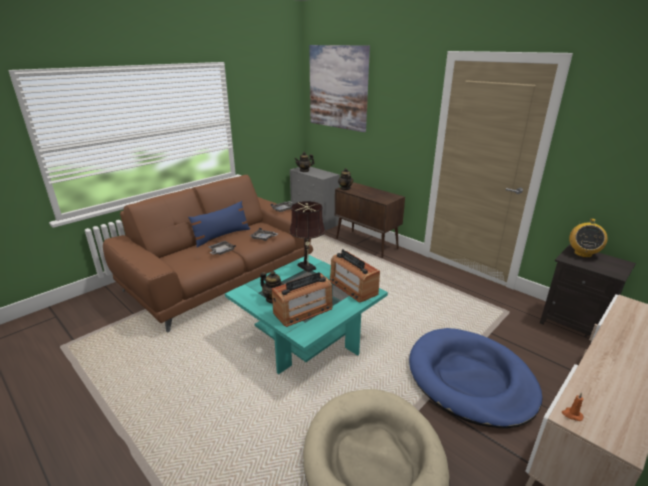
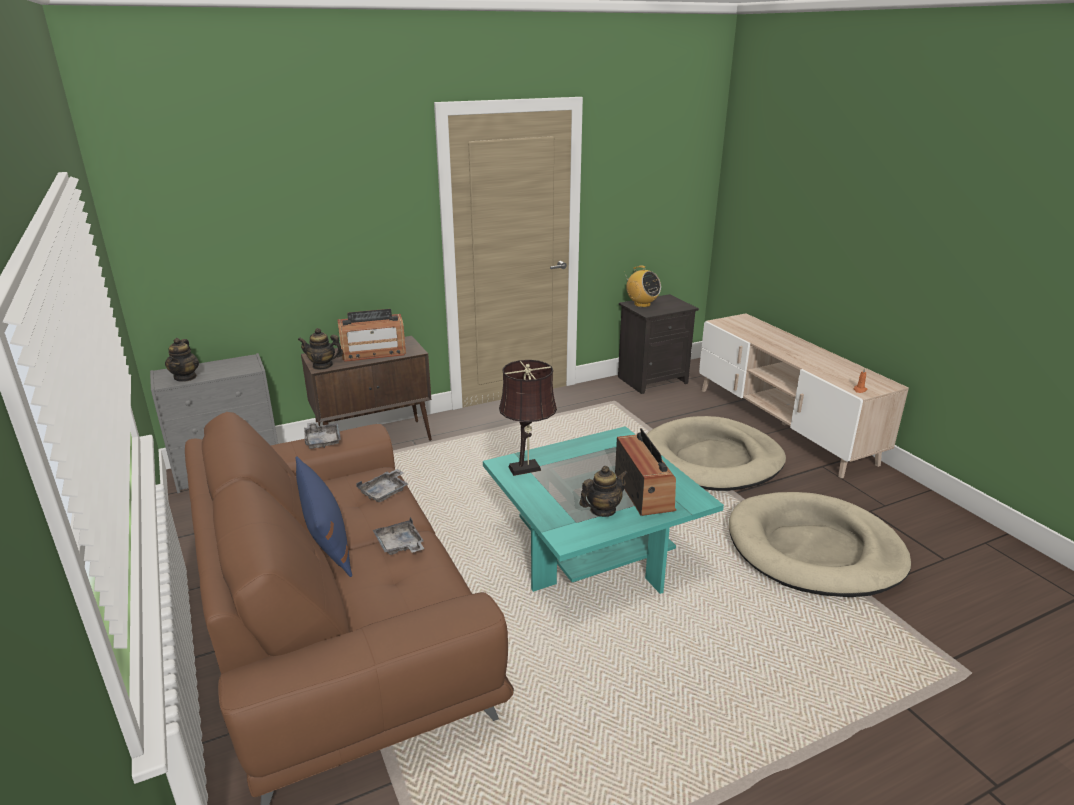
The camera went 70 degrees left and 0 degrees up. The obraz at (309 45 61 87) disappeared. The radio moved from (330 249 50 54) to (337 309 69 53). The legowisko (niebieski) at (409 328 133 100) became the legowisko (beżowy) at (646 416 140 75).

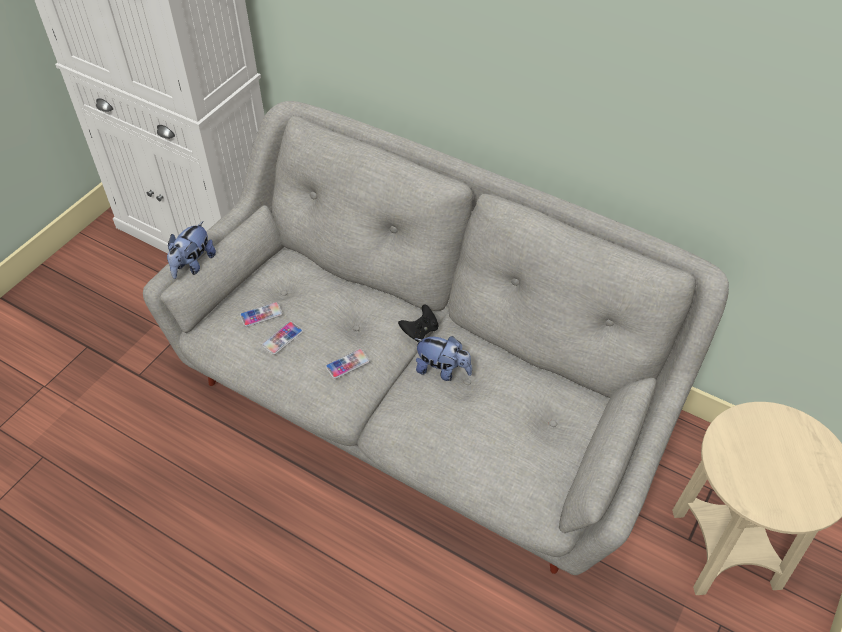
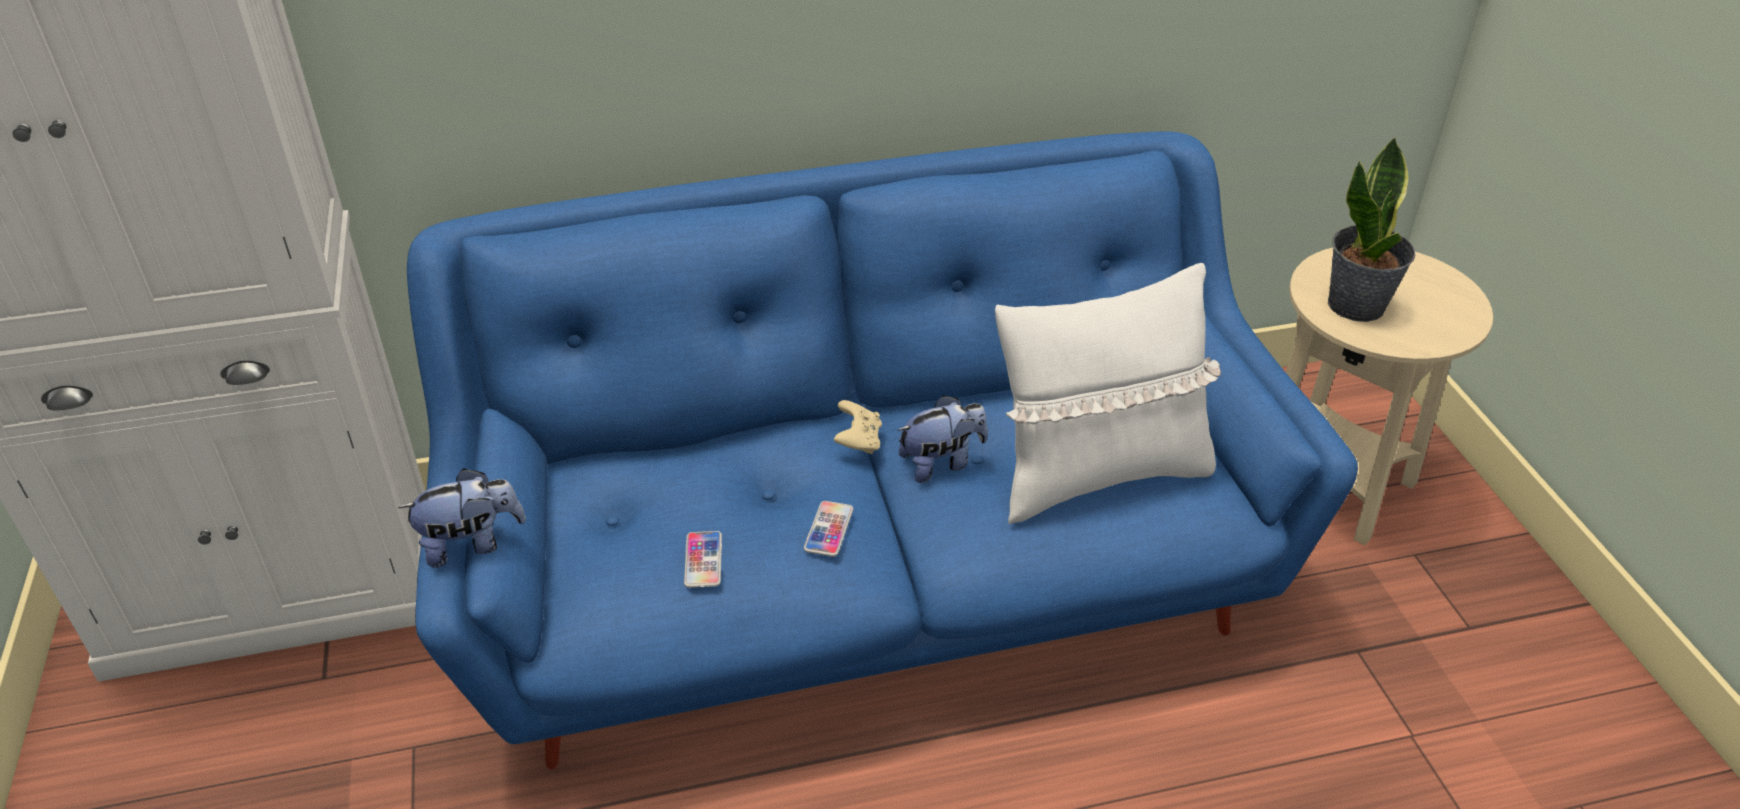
The camera went 45 degrees left and 10 degrees down. The kanapa (szary) at (143 101 586 474) became the kanapa (niebieski) at (407 131 951 638). The pluszak at (167 221 49 58) turned 90 degrees counterclockwise. The telefon at (240 302 43 25) disappeared. The pad do gier (czarny) at (398 304 40 38) became the pad do gier (beżowy) at (834 400 48 54). The roślina doniczkowa at (1328 137 87 185) appeared. The poduszka (biały) at (995 263 226 261) appeared.

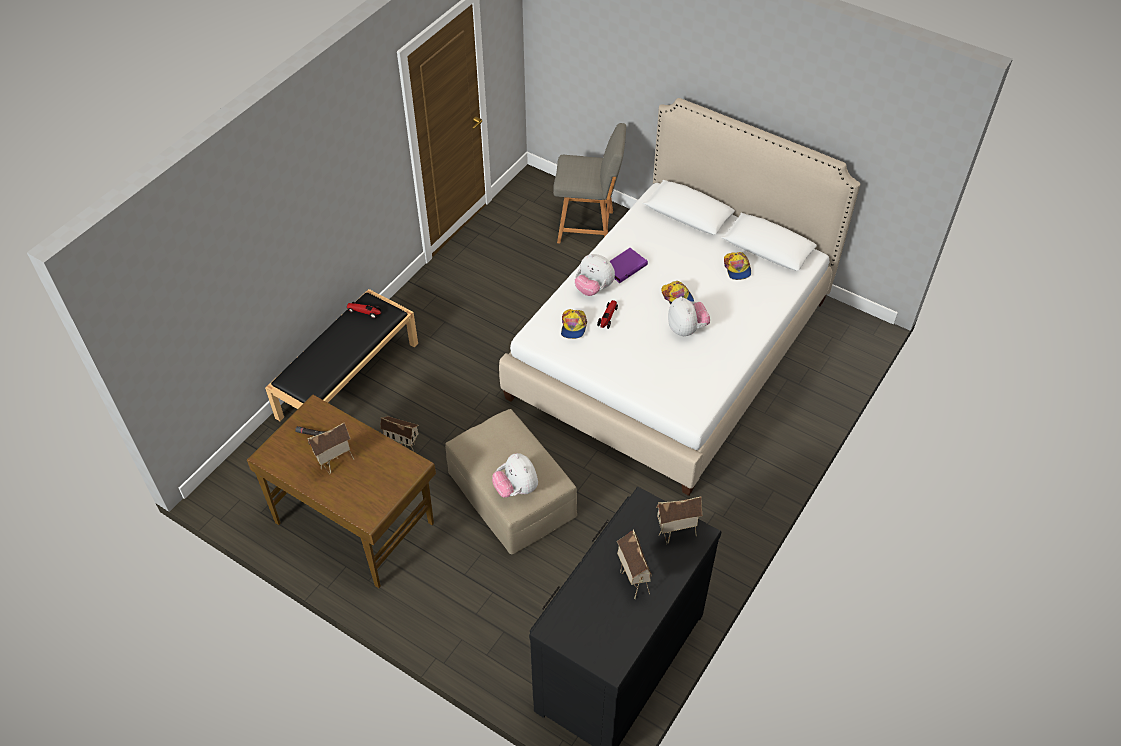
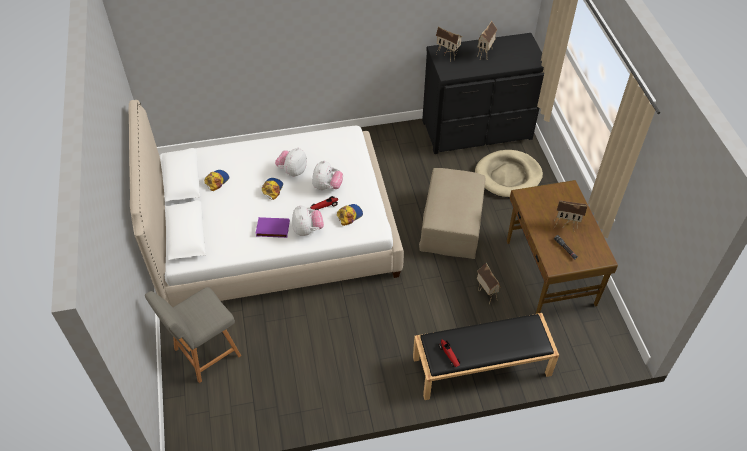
The camera went 135 degrees left and 0 degrees up. The krzesło (szary) at (553 123 73 120) turned 90 degrees counterclockwise. The pluszak moved from (492 453 46 45) to (312 160 31 30). The legowisko (beżowy) at (475 150 68 48) appeared.

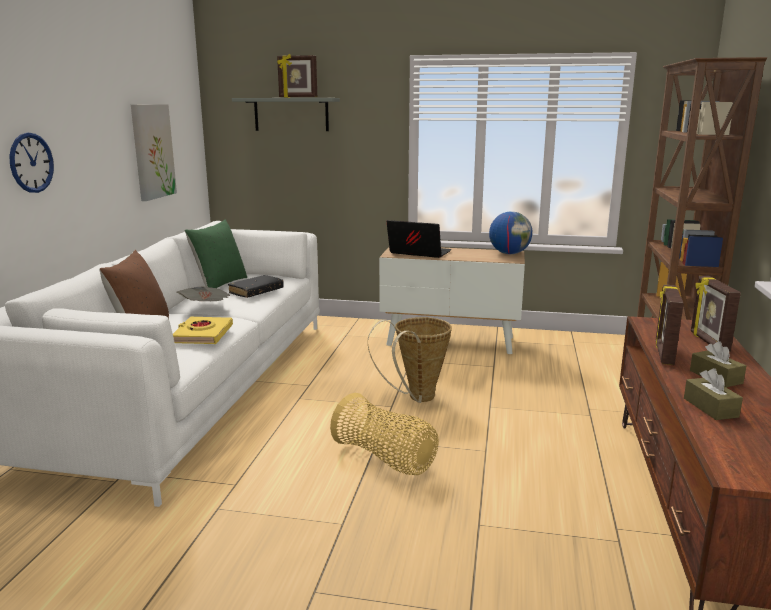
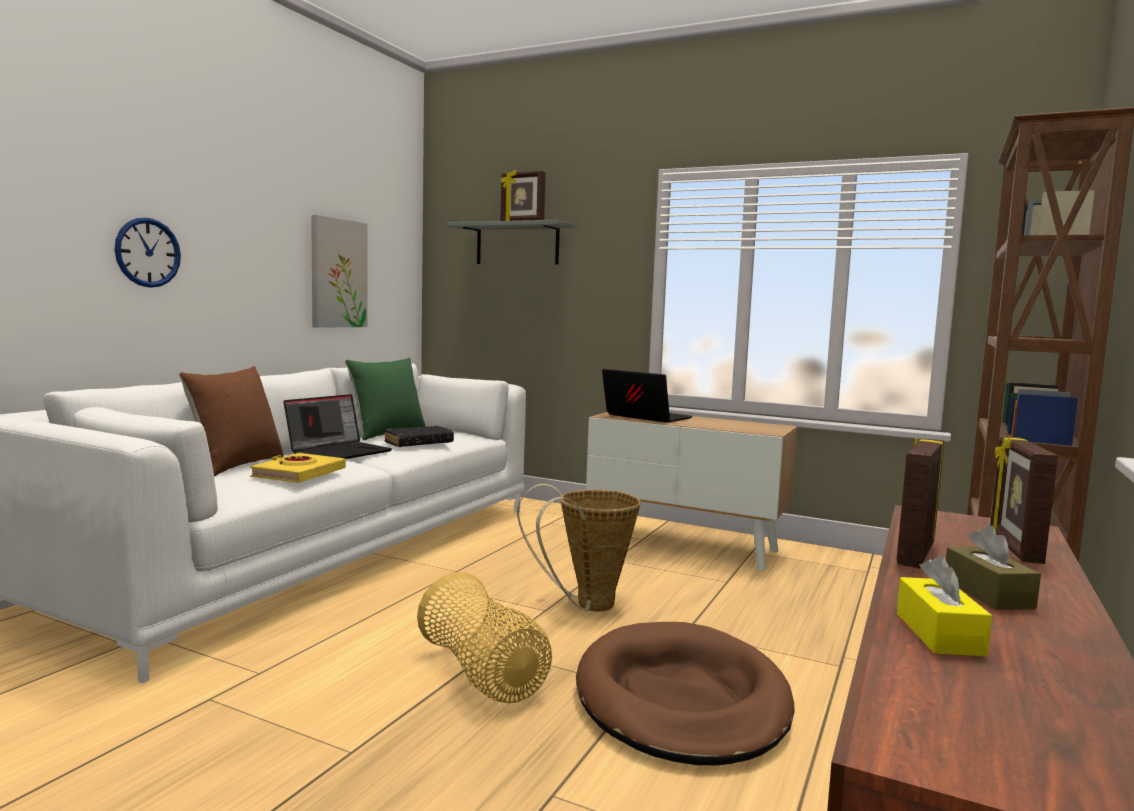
The camera went 15 degrees right and 10 degrees down. The globus at (489 211 44 43) disappeared. The gazeta at (176 287 54 14) was replaced by the laptop at (284 394 108 65). The pudełko chusteczek (brązowy) at (684 368 59 52) became the pudełko chusteczek (żółty) at (897 555 95 101). The legowisko (brązowy) at (576 622 218 143) appeared.

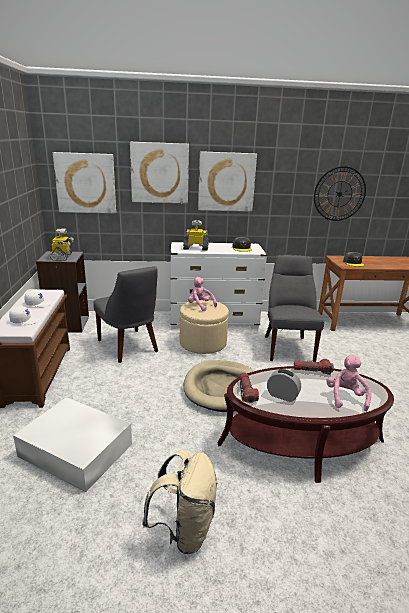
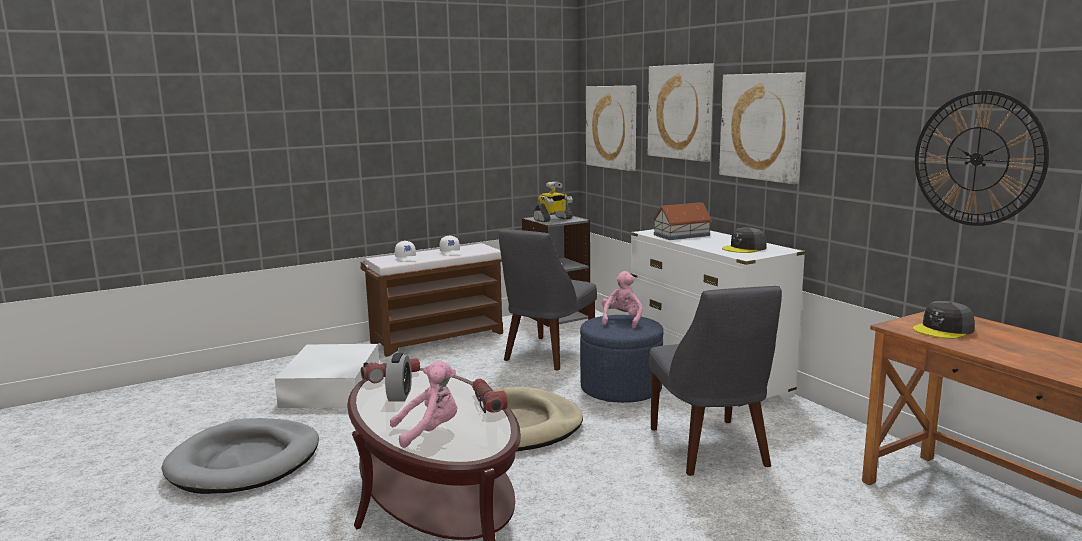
The camera went 65 degrees right and 10 degrees down. The robot zabawkowy at (183 220 25 31) was replaced by the domek at (653 202 60 38). The krzesło (szary) at (265 255 59 107) turned 105 degrees clockwise. The pufa (beżowy) at (180 300 49 54) became the pufa (niebieski) at (580 315 84 88). The plecak (beżowy) at (142 450 76 104) was replaced by the legowisko (szary) at (161 418 158 76).

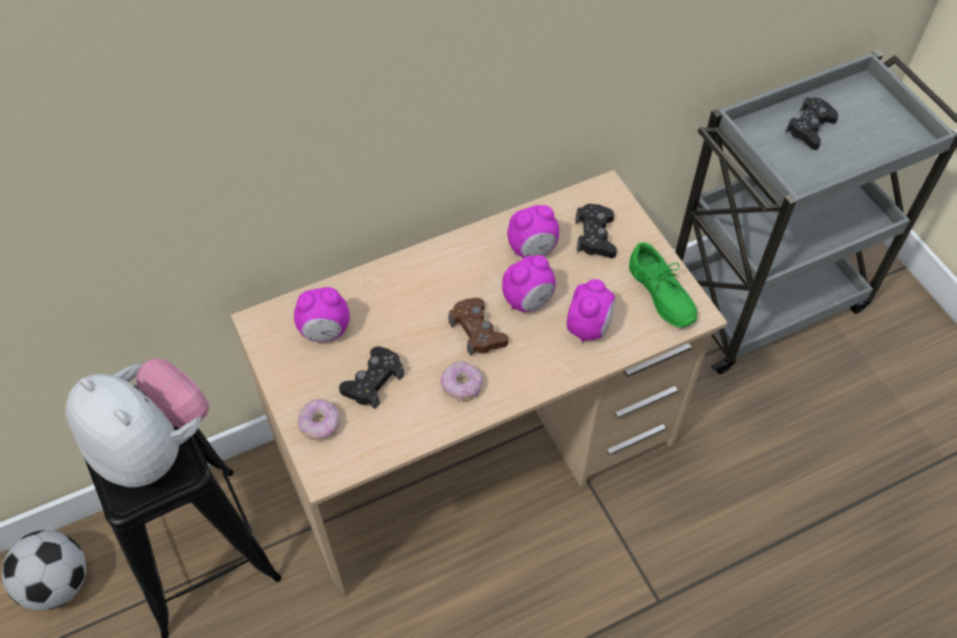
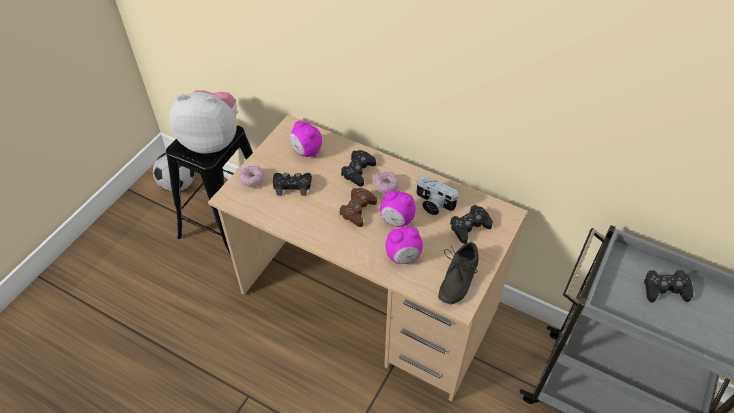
The camera went 55 degrees right and 5 degrees down. The budzik at (507 205 52 53) was replaced by the aparat fotograficzny at (416 176 42 39). The but (zielony) at (629 242 68 86) became the but (szary) at (438 242 41 63). The pluszak at (66 358 143 129) turned 90 degrees counterclockwise. The donut moved from (440 361 43 40) to (374 172 25 22). The pad do gier (czarny) at (341 150 35 37) appeared.

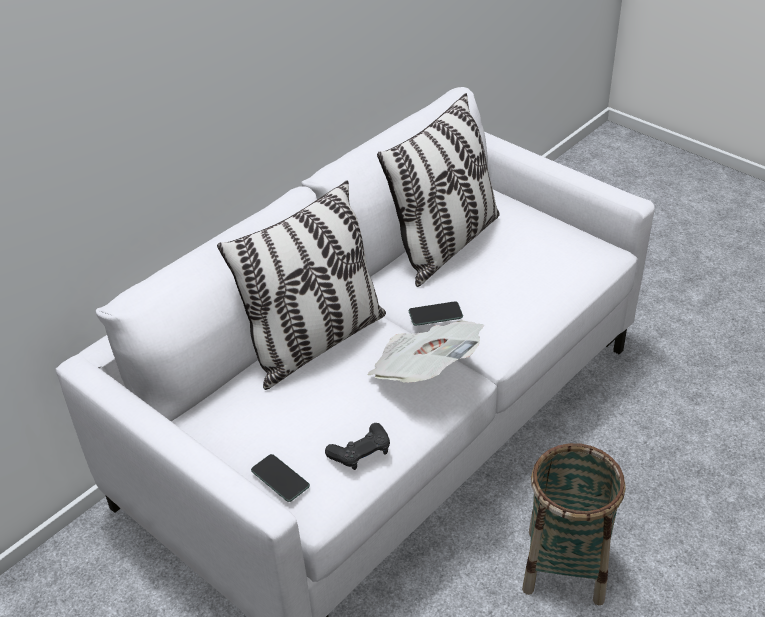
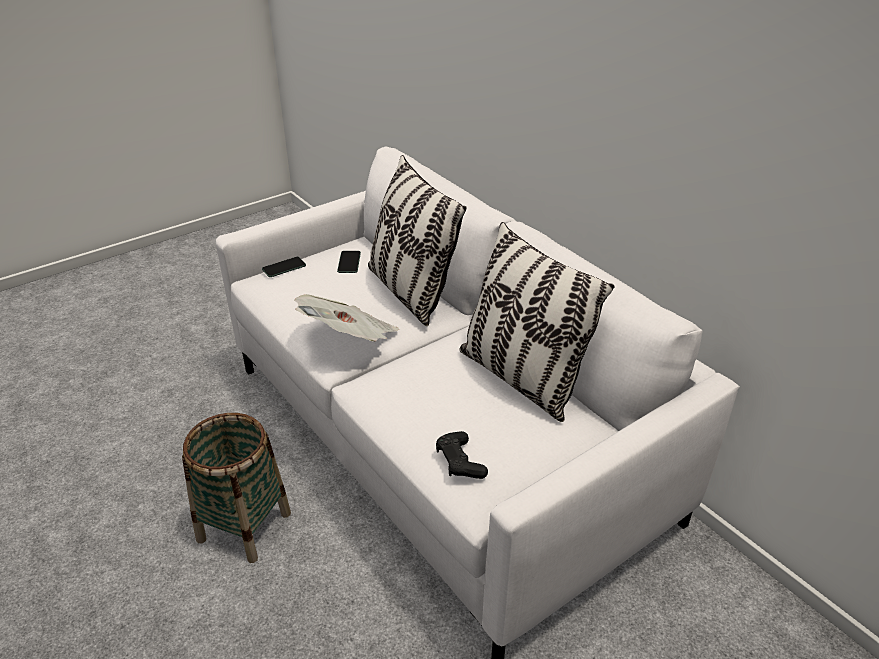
The camera went 100 degrees right and 5 degrees down. The telefon moved from (409 301 54 25) to (337 251 24 22). The pad do gier (czarny) moved from (325 423 65 47) to (436 431 52 48).

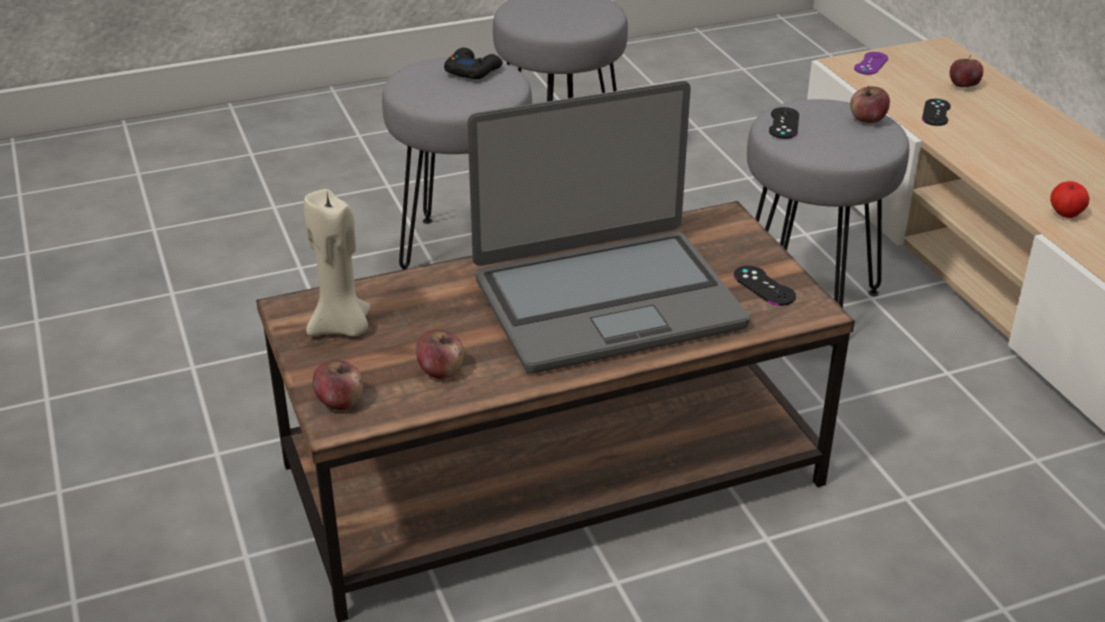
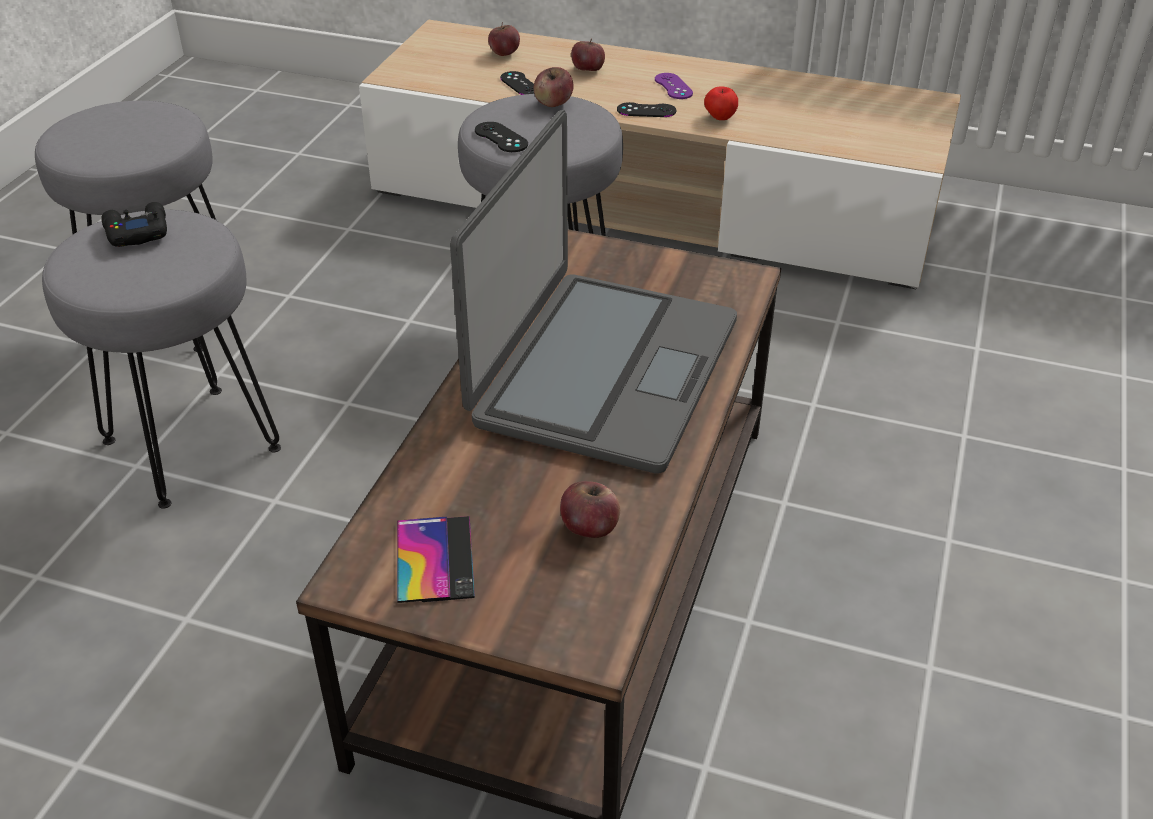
The camera went 50 degrees left and 5 degrees up. The pad do gier (fioletowy) moved from (854 52 34 23) to (655 73 38 26). The świeca (beżowy) at (304 189 66 148) was replaced by the telefon at (397 516 78 87). The pad do gier (czarny) moved from (734 266 62 40) to (617 102 59 15). The jabłko moved from (313 360 50 50) to (571 38 34 33).

